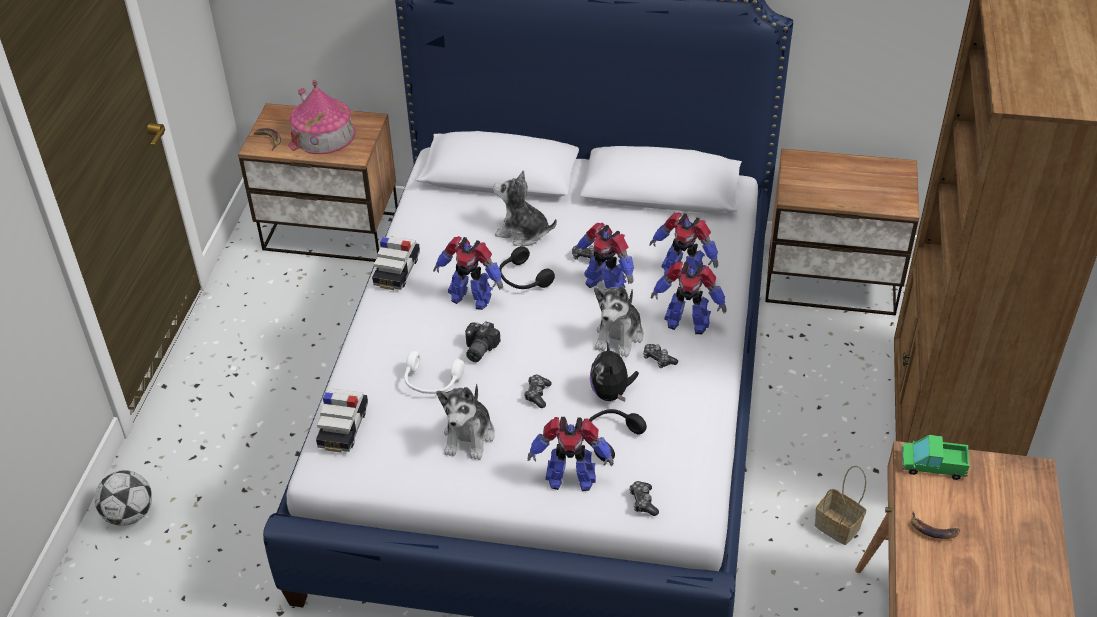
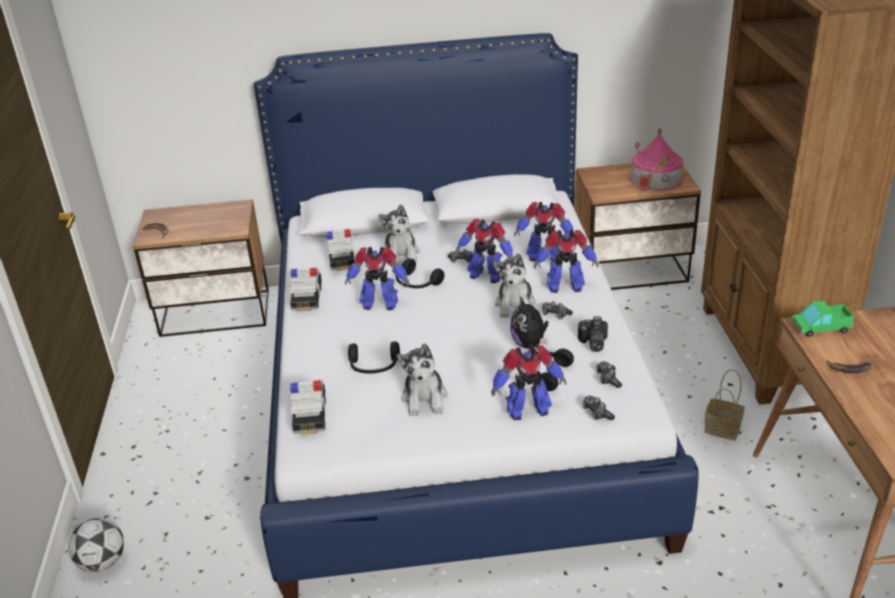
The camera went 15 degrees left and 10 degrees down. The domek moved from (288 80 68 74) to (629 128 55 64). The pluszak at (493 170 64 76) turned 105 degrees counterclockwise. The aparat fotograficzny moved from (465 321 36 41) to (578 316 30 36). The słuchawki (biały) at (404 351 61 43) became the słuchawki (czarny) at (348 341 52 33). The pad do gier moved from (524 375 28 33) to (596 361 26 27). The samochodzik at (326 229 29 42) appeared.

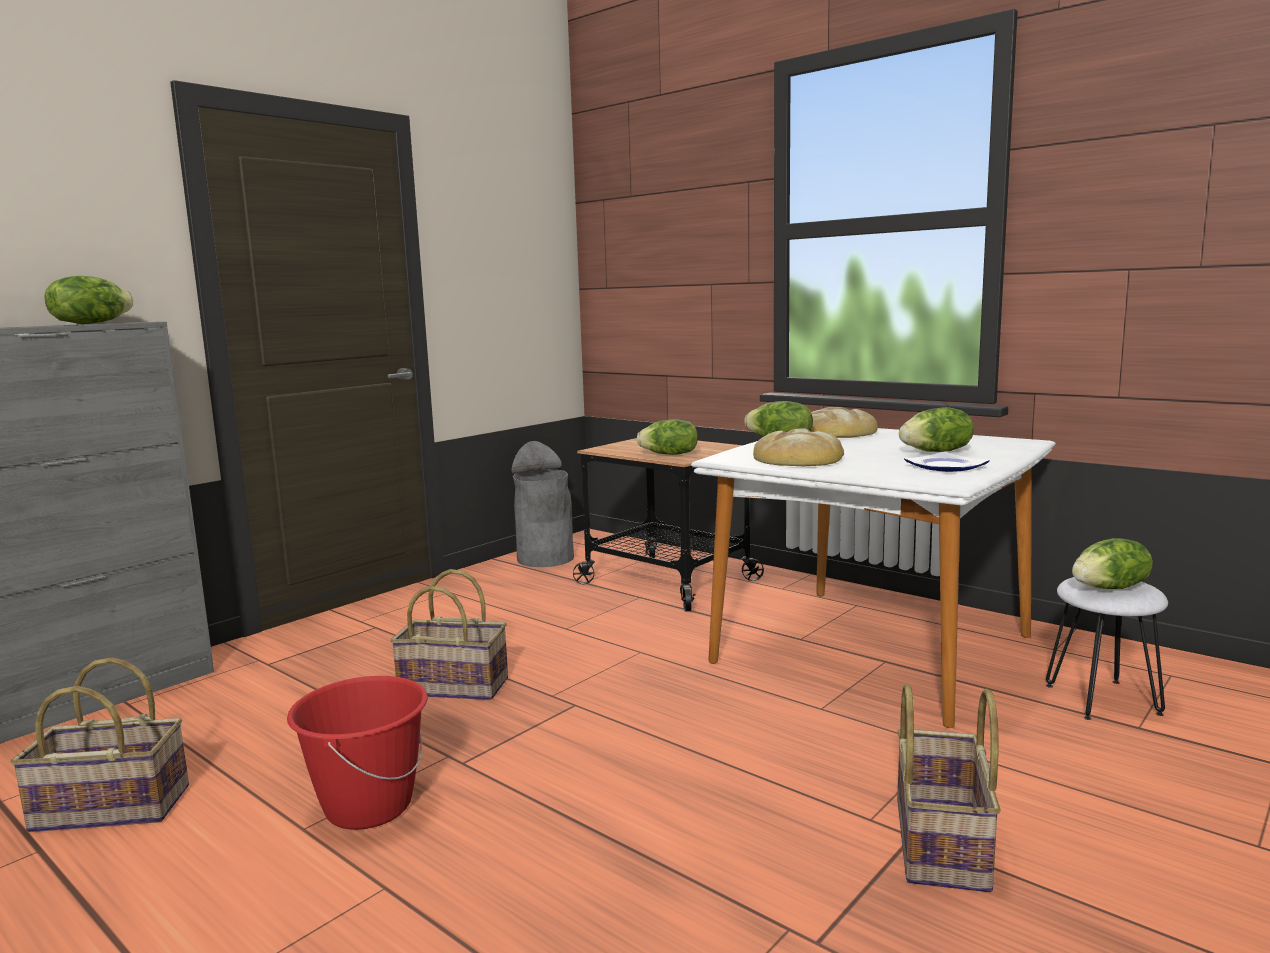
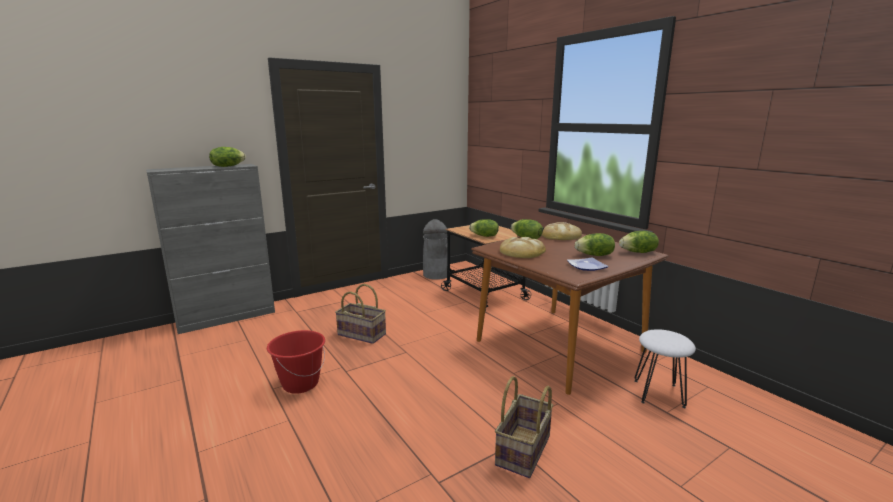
The camera went 15 degrees right and 5 degrees up. The stół jadalny (biały) at (691 428 365 300) became the stół jadalny (brązowy) at (471 234 197 161). The sałata moved from (1072 538 81 51) to (619 231 40 22). The koszyk at (11 657 178 175) disappeared.

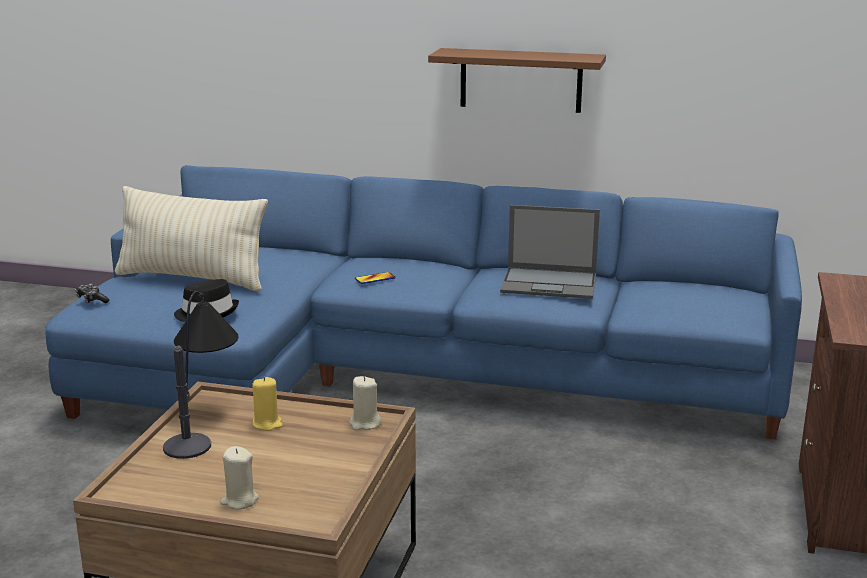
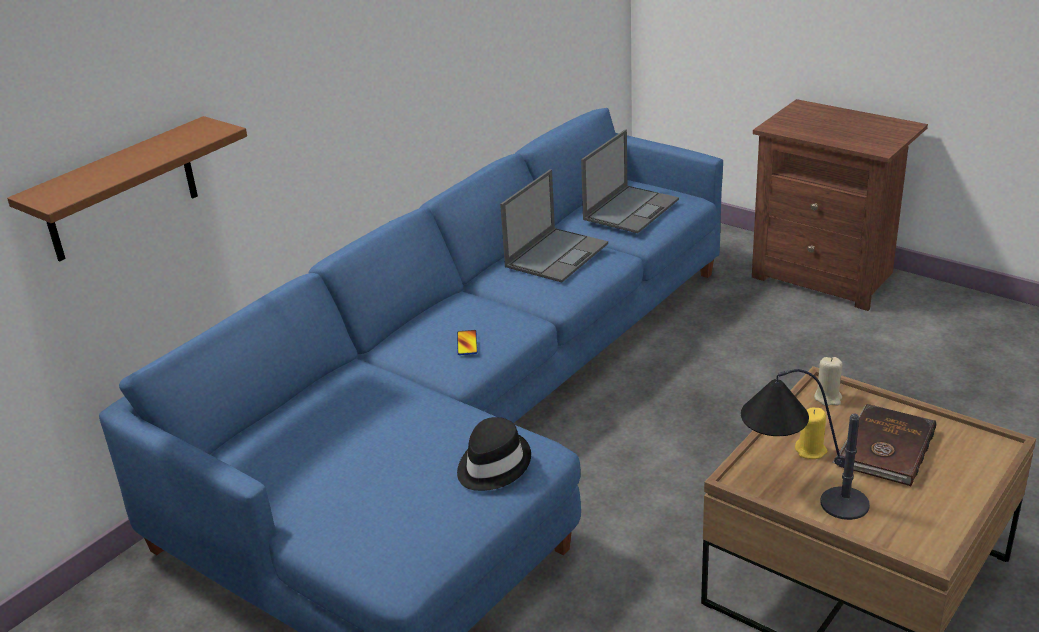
The camera went 65 degrees left and 10 degrees up. The półka (brązowy) moved from (428 48 178 65) to (7 116 240 145). The poduszka (beżowy) at (115 186 153 105) disappeared. The pad do gier at (75 283 35 20) disappeared. The świeca (beżowy) at (220 446 39 63) disappeared. The laptop at (581 129 98 104) appeared. The książka (brązowy) at (832 404 104 82) appeared.

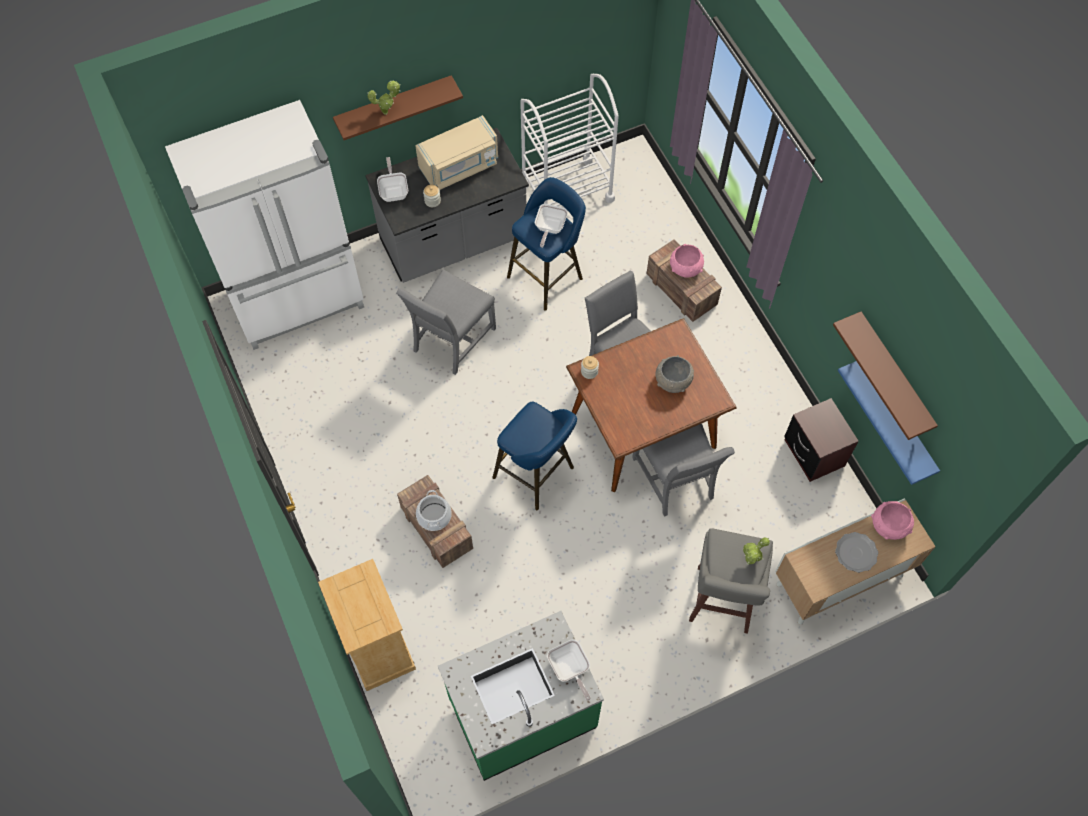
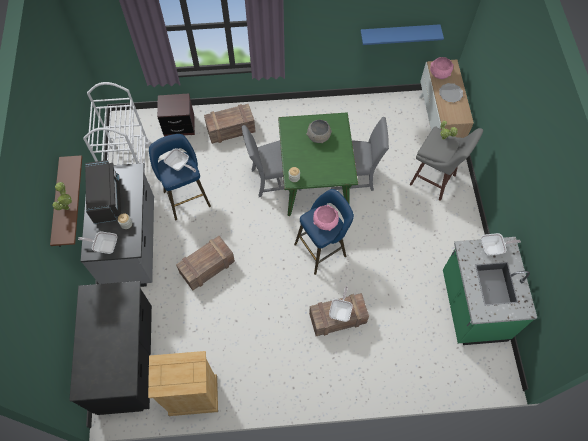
The camera went 70 degrees left and 0 degrees up. The lodówka (biały) at (165 100 199 250) was replaced by the zabudowa kuchenna (czarny) at (69 281 83 134). The mikrofalówka (beżowy) at (415 115 83 75) became the mikrofalówka (czarny) at (85 160 36 64). The miska (różowy) moved from (670 244 34 34) to (313 205 26 26). The krzesło (szary) at (396 269 100 106) was replaced by the skrzynka at (176 236 59 55). The półka (brązowy) at (833 312 105 128) disappeared. The stół jadalny (brązowy) at (566 318 171 174) became the stół jadalny (zielony) at (278 112 80 104). The szafka nocna (brązowy) moved from (784 398 75 84) to (157 93 38 44). The garnek at (416 490 36 41) was replaced by the patelnia at (329 286 24 36). The komoda (beżowy) moved from (318 559 98 132) to (148 351 70 65).

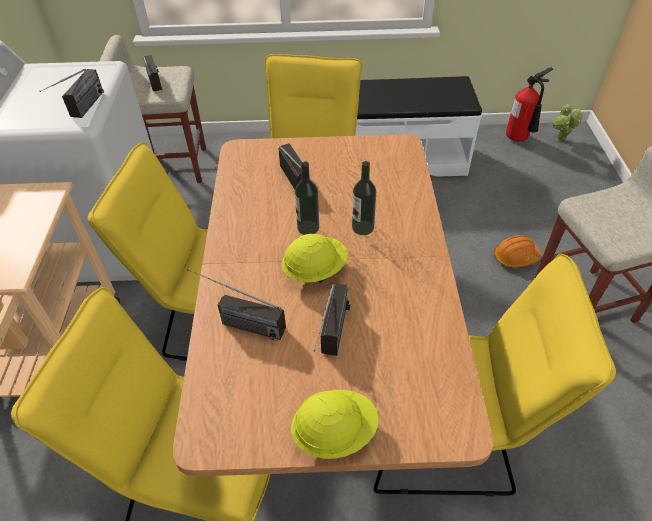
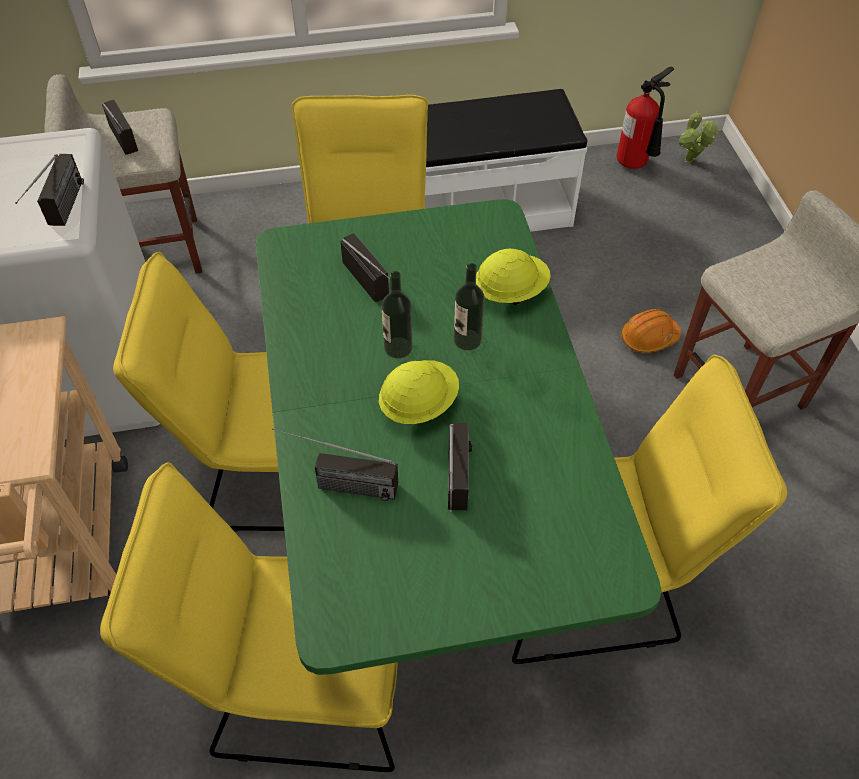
The camera went 10 degrees left and 5 degrees up. The stół jadalny (brązowy) at (173 134 320 342) became the stół jadalny (zielony) at (256 199 406 476). The kask (żółty) moved from (291 390 88 69) to (476 249 75 57).

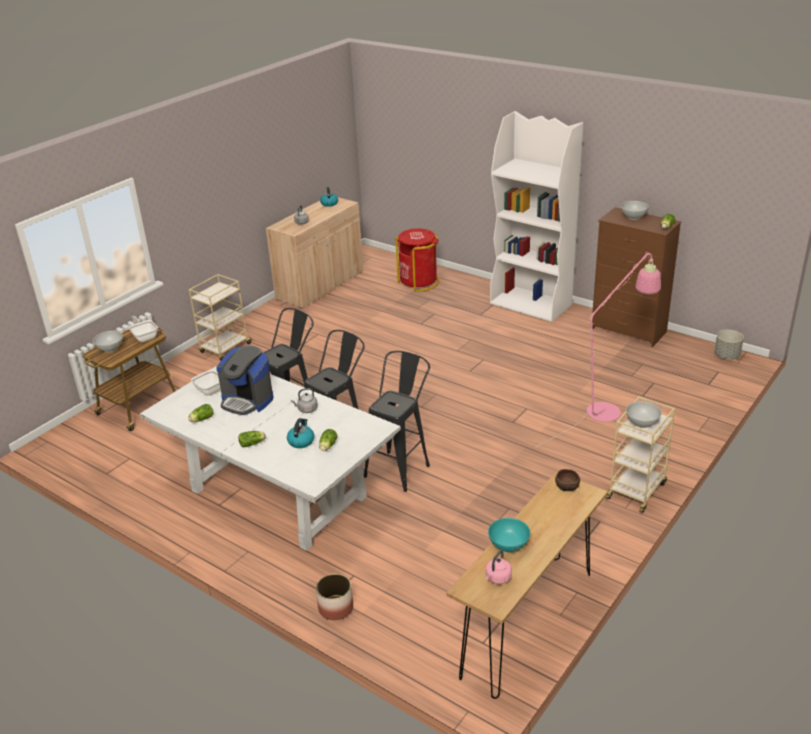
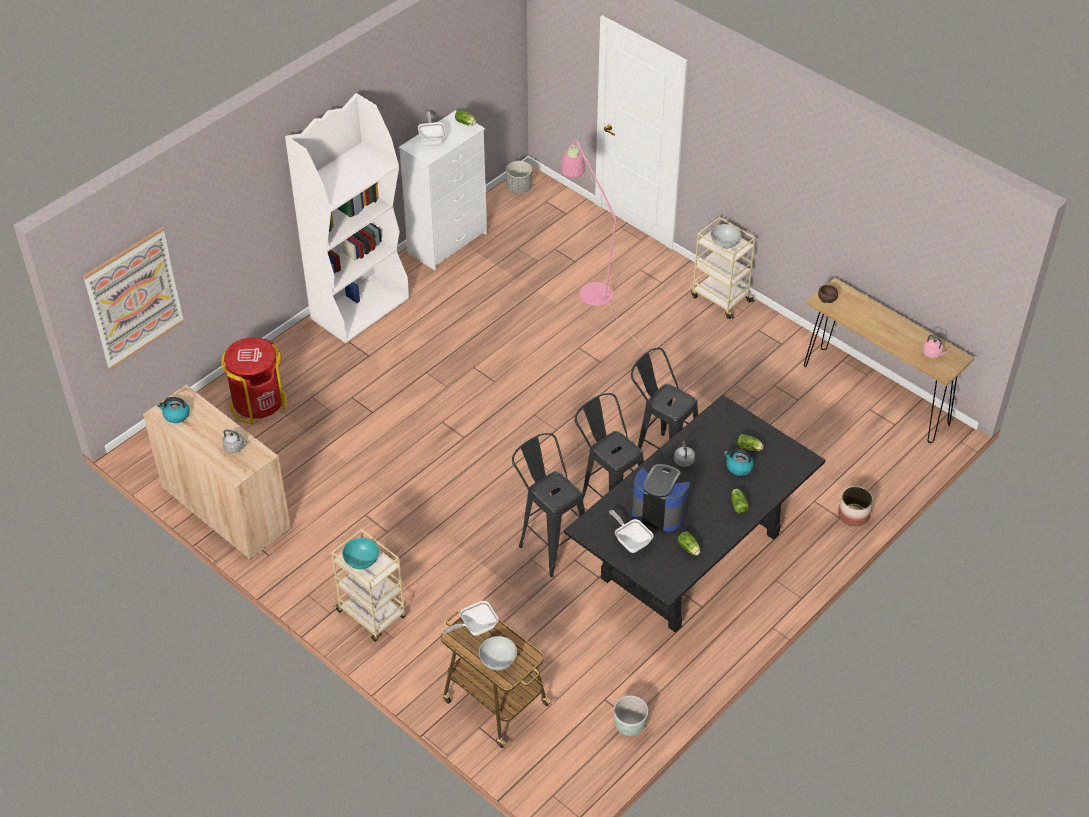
The camera went 85 degrees left and 15 degrees up. The miska (biały) at (621 201 28 19) was replaced by the patelnia at (418 111 28 35). The komoda (brązowy) at (592 207 89 140) became the komoda (biały) at (399 111 88 160). The ekspres do kawy at (216 345 57 70) turned 105 degrees counterclockwise. The stół jadalny (biały) at (140 366 261 185) became the stół jadalny (czarny) at (564 394 261 239). The miska (turkusowy) moved from (488 518 42 34) to (342 538 37 31). The obraz at (83 227 101 143) appeared. The donica (szary) at (614 696 34 40) appeared.

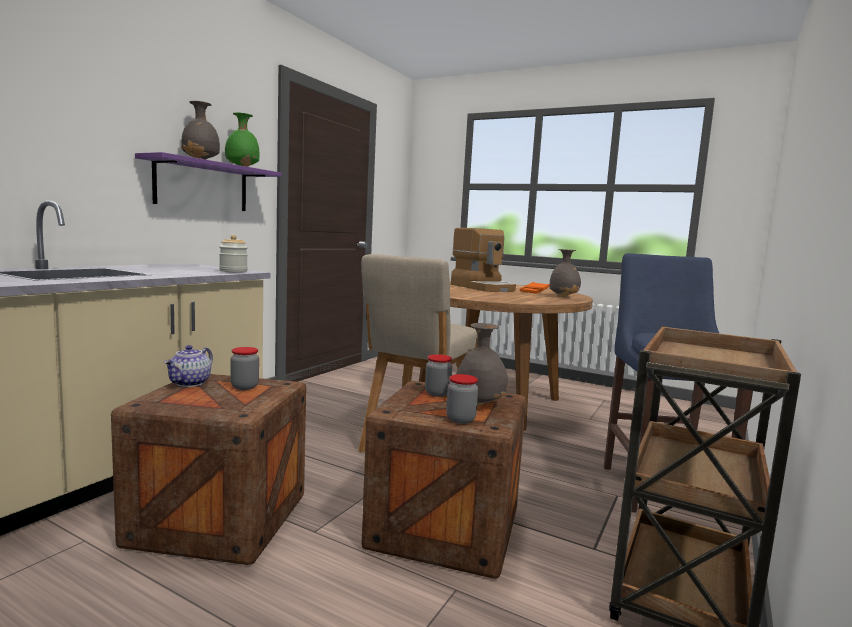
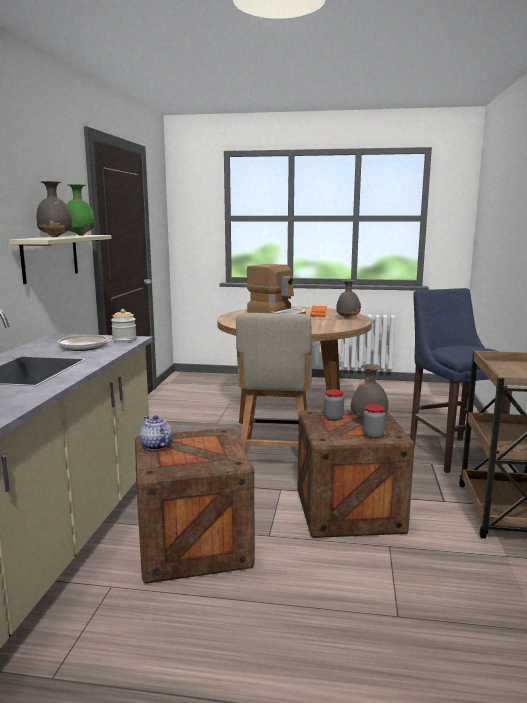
The camera went 20 degrees left and 5 degrees up. The półka (fioletowy) at (135 152 146 59) became the półka (beżowy) at (9 235 103 49). The imbryk at (164 345 49 42) turned 150 degrees clockwise. The słoik at (231 347 28 43) disappeared. The patelnia at (58 335 72 16) appeared.

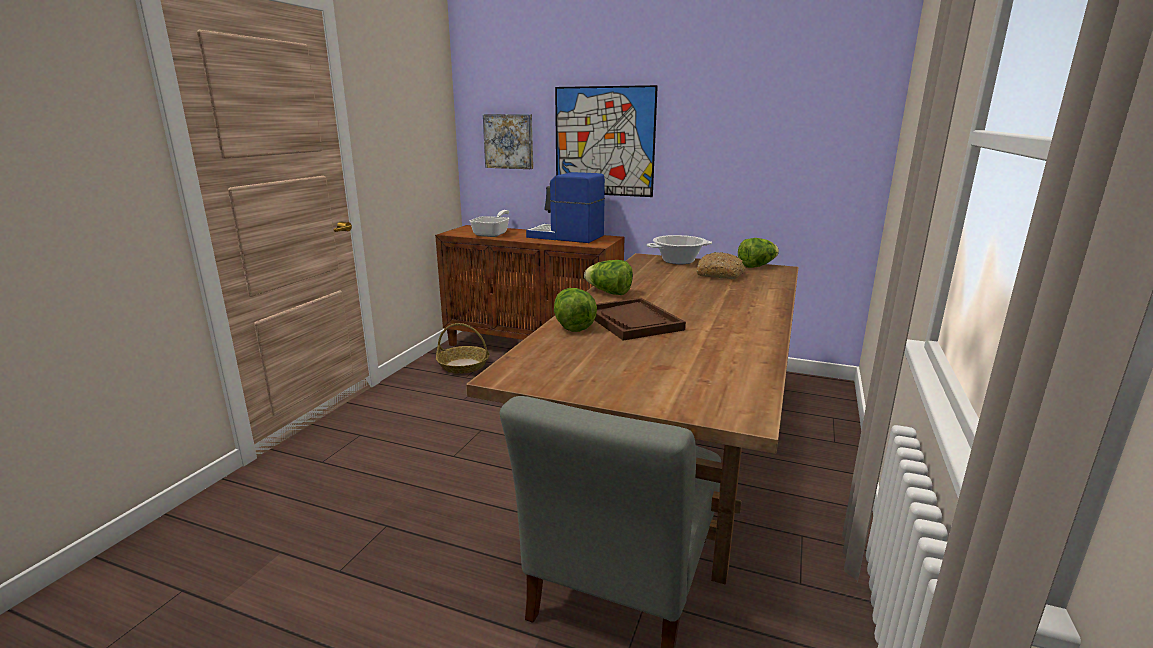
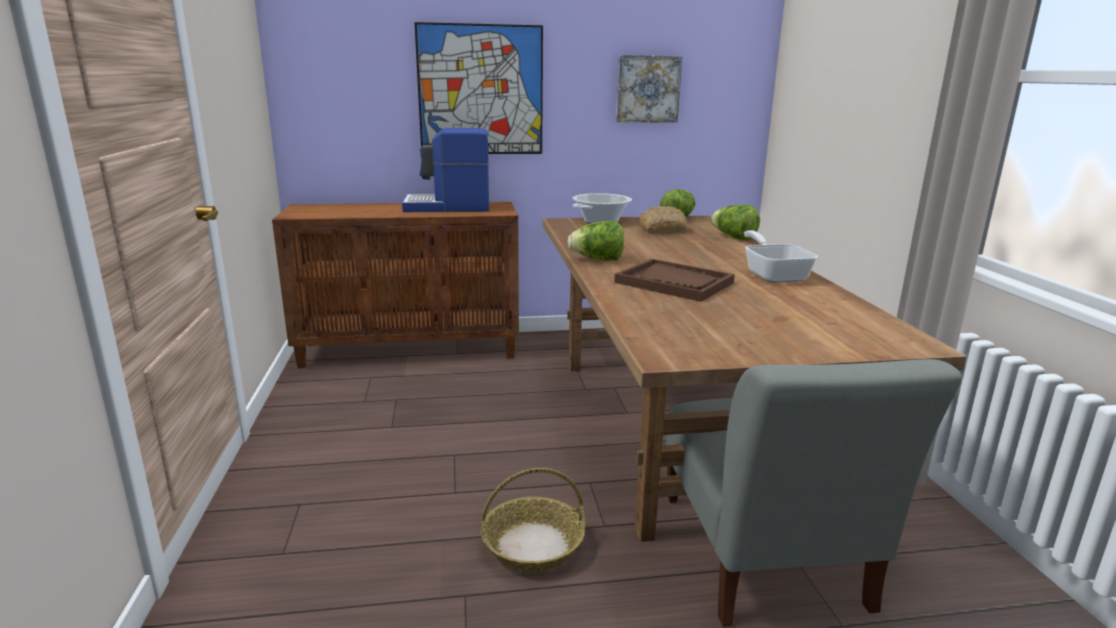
The camera went 30 degrees left and 0 degrees up. The obraz moved from (483 114 50 55) to (616 55 66 67). The patelnia moved from (469 210 40 27) to (744 230 74 53). The sałata moved from (554 288 43 44) to (711 205 49 35). The koszyk moved from (436 323 53 51) to (480 468 106 104).

